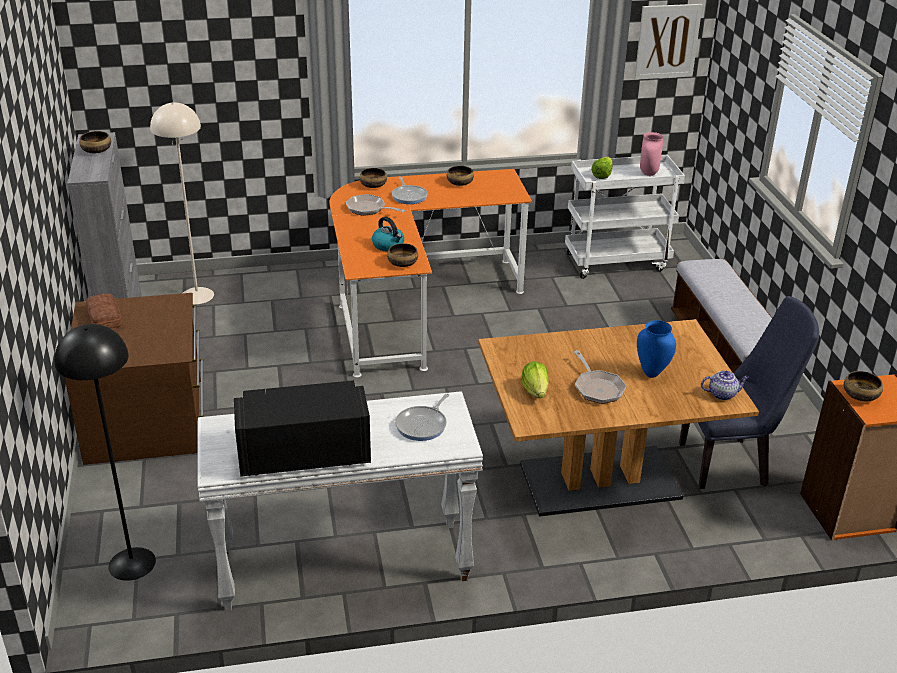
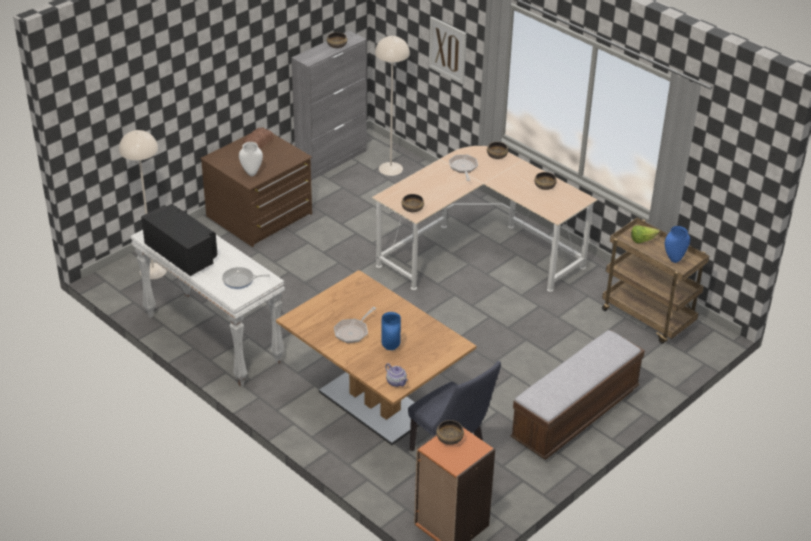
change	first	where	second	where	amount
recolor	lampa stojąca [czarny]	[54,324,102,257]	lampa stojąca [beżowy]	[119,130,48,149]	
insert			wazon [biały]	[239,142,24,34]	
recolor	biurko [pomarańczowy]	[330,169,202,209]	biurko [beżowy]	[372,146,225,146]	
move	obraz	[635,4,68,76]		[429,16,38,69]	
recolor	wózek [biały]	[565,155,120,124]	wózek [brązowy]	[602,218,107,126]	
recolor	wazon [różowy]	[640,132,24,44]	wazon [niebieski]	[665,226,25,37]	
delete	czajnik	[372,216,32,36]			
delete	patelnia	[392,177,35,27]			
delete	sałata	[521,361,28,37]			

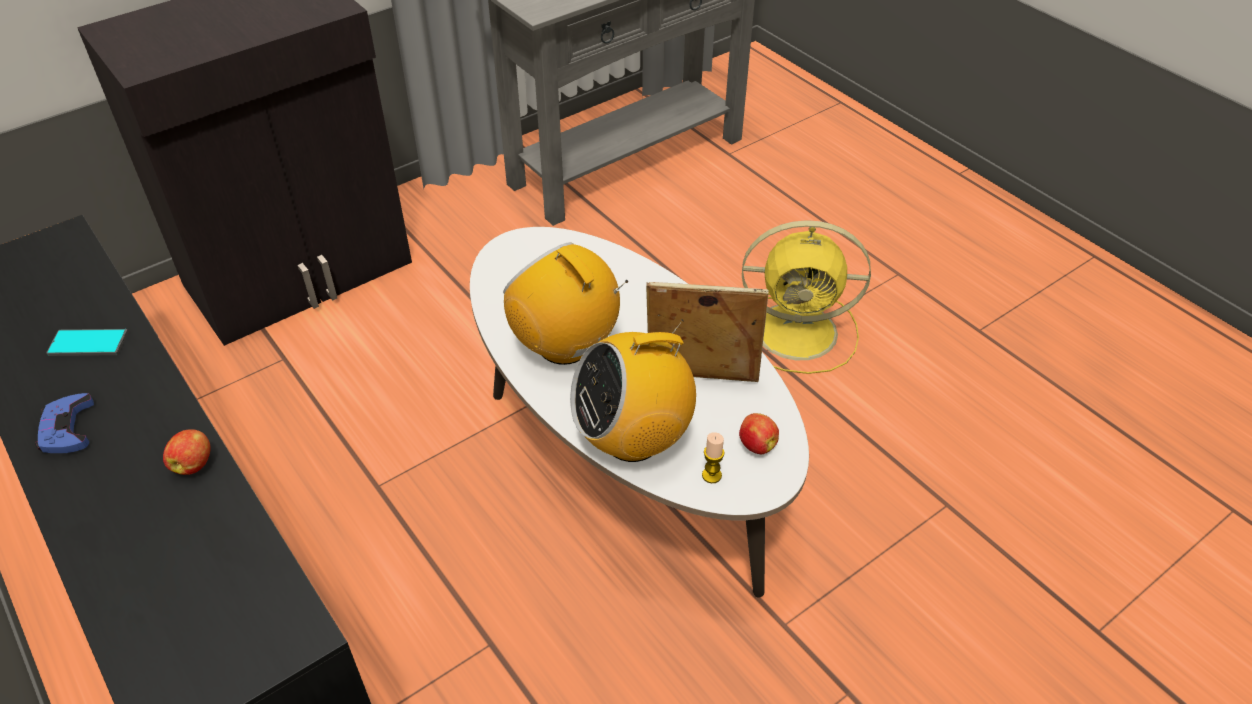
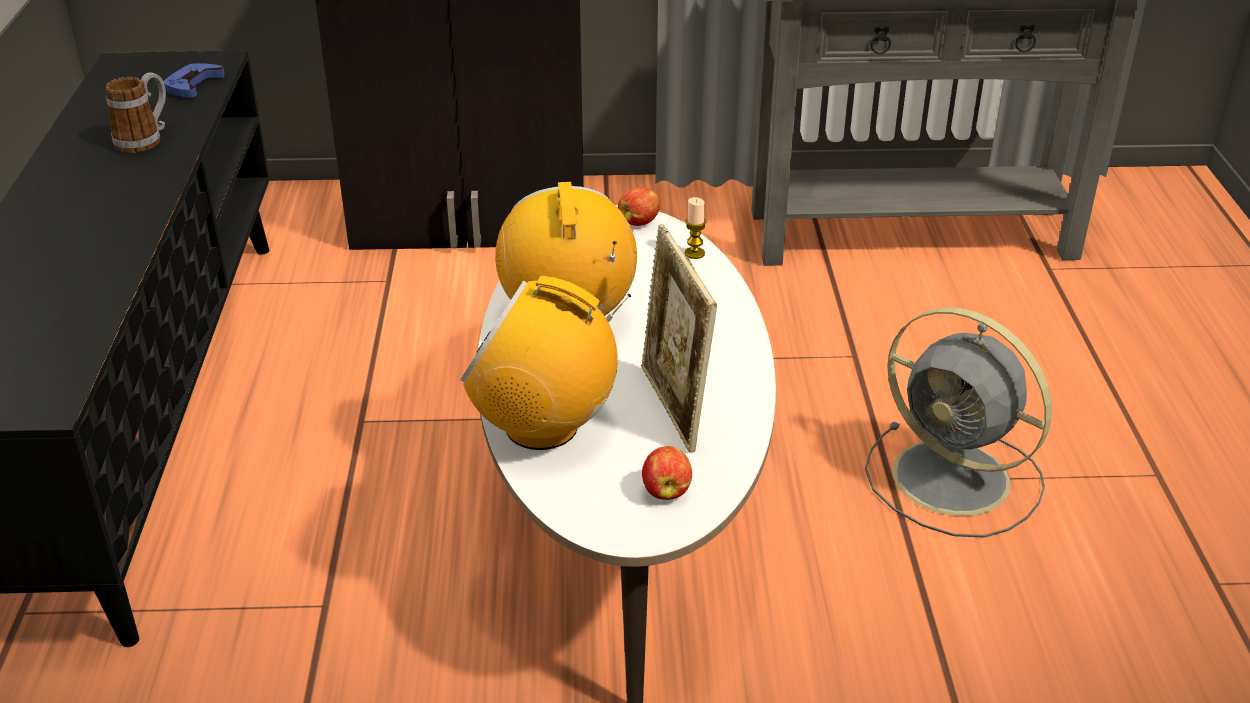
change	first	where	second	where	amount
replace	telefon	[46,329,82,27]	kubek	[105,72,61,81]	
move	pad do gier [niebieski]	[36,393,58,60]		[163,63,62,34]	
move	jabłko	[163,429,48,46]		[618,187,42,39]	
rotate	ramka na zdjęcie	[646,282,123,100]		[641,224,76,229]	150 degrees counterclockwise
move	świeca	[702,432,22,51]		[685,197,21,62]	
recolor	wentylator [żółty]	[742,220,129,154]	wentylator [szary]	[865,307,187,231]	

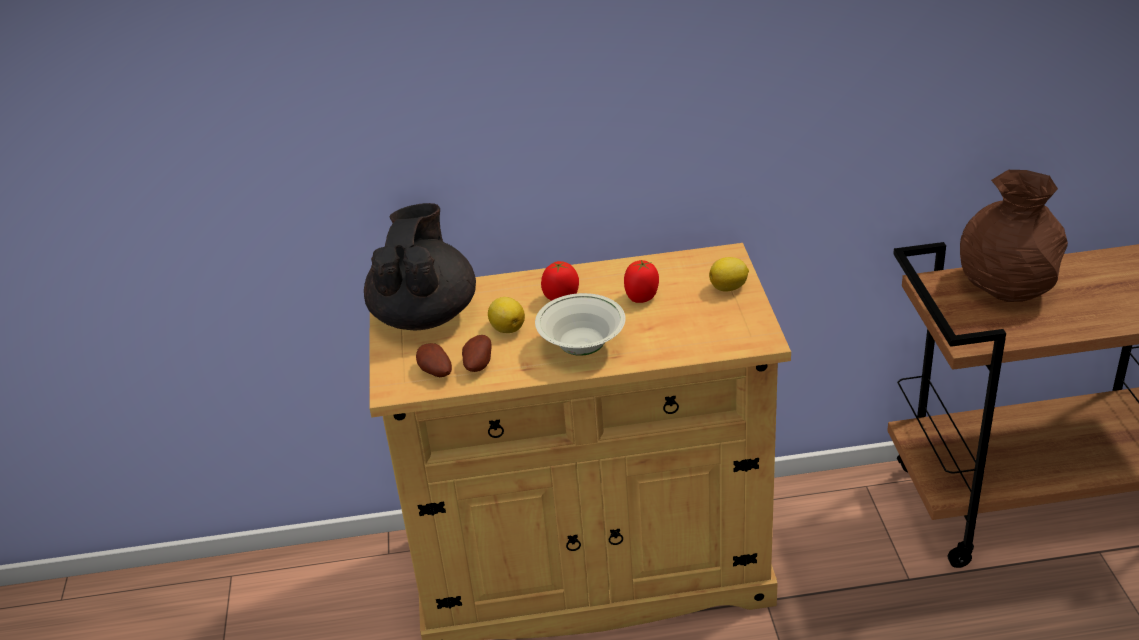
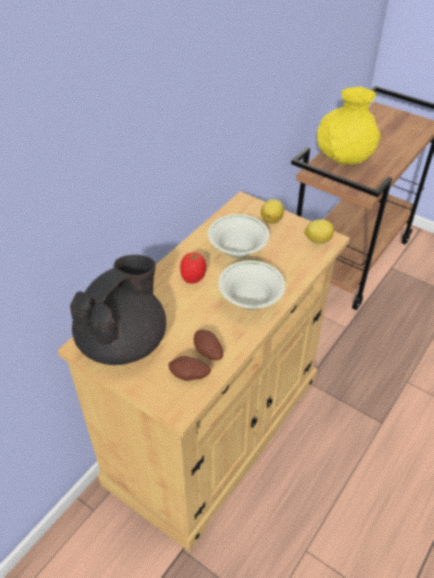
change	first	where	second	where	amount
rotate	imbryk [czarny]	[364,203,112,127]		[70,255,96,110]	75 degrees clockwise
replace	pomidor	[624,260,35,43]	miska [biały]	[208,214,62,44]	
move	cytryna	[488,297,37,36]		[304,219,30,25]	
recolor	wazon [brązowy]	[960,170,108,132]	wazon [żółty]	[317,87,64,78]	

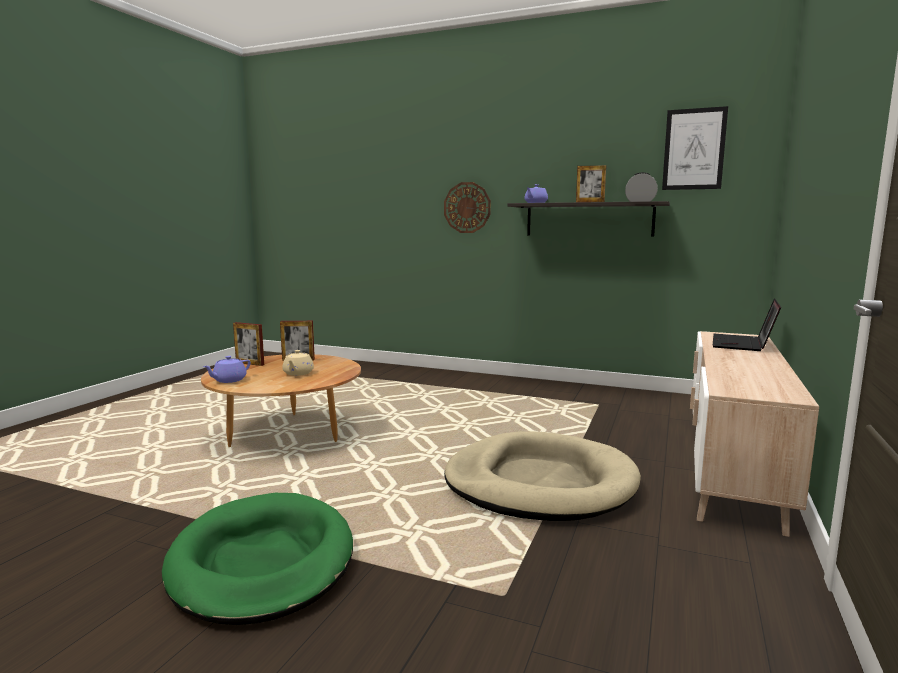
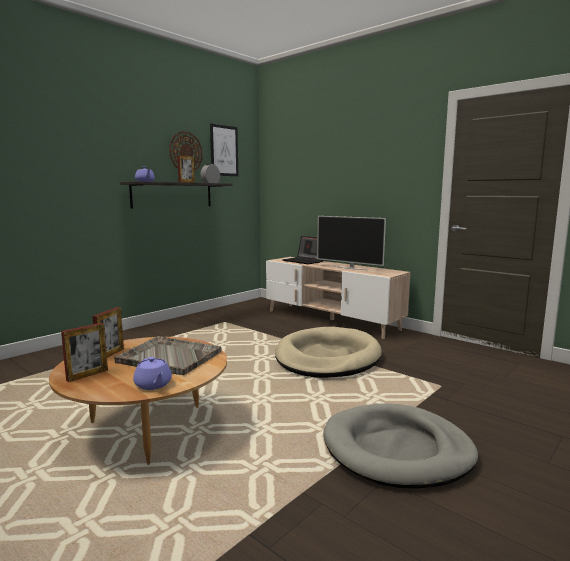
change	first	where	second	where	amount
replace	imbryk [beżowy]	[282,350,32,26]	taca [szary]	[114,336,107,39]	
move	zegar ścienny	[444,182,47,51]		[169,131,34,40]	
insert			telewizor	[317,216,69,54]	
recolor	legowisko [zielony]	[162,493,191,132]	legowisko [szary]	[323,403,155,86]	

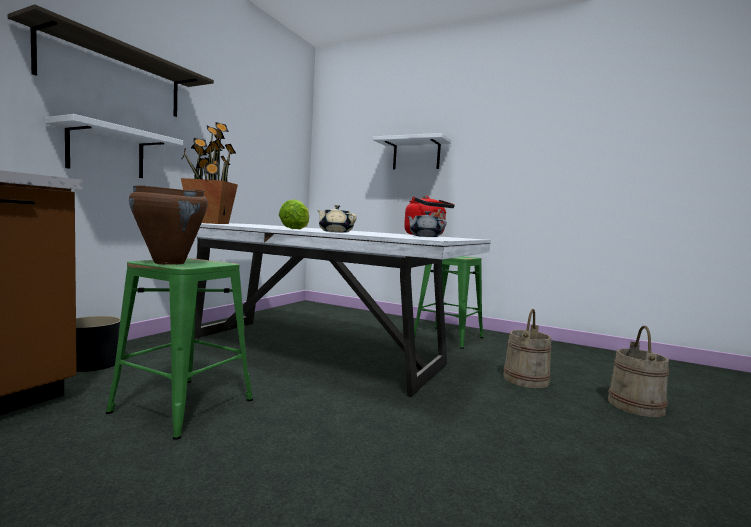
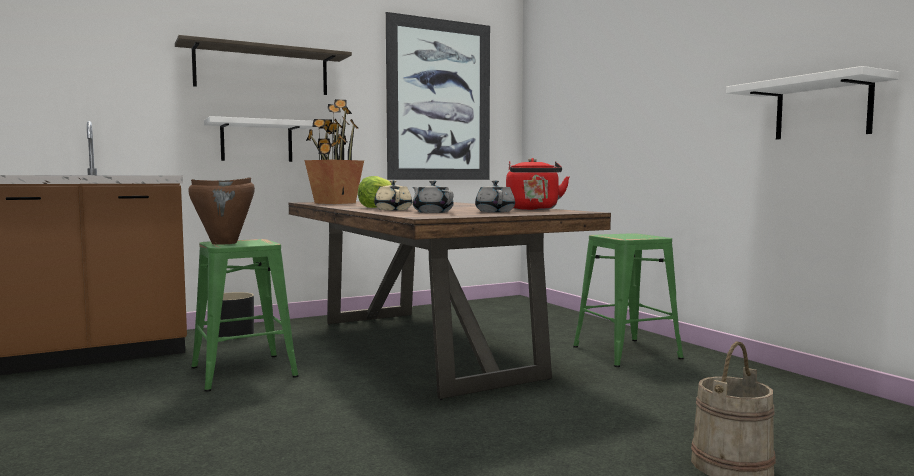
change	first	where	second	where	amount
recolor	stół jadalny [biały]	[194,223,297,174]	stół jadalny [brązowy]	[288,200,323,200]	
insert			obraz	[386,12,104,168]	
insert			imbryk [szary]	[412,180,42,33]	
move	półka [biały]	[373,133,78,36]		[726,66,173,74]	
delete	wiadro [beżowy]	[503,309,49,79]			

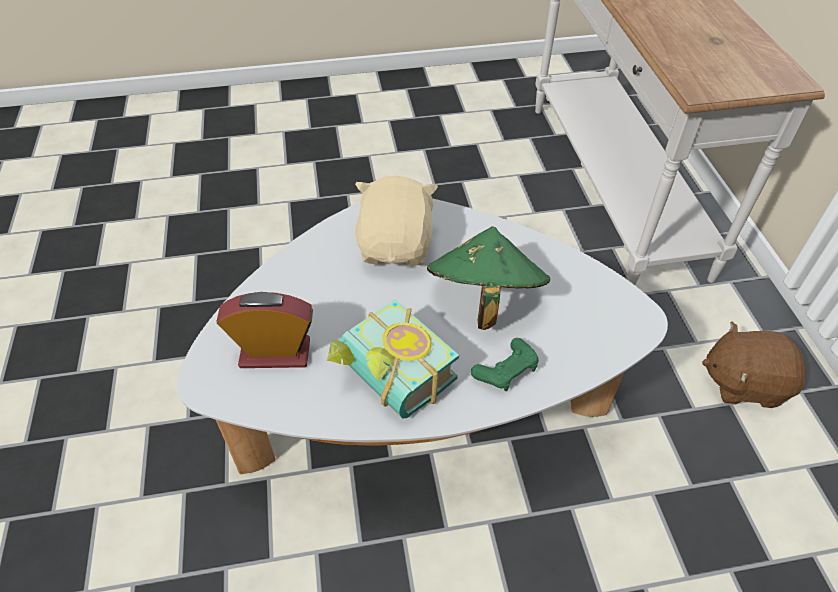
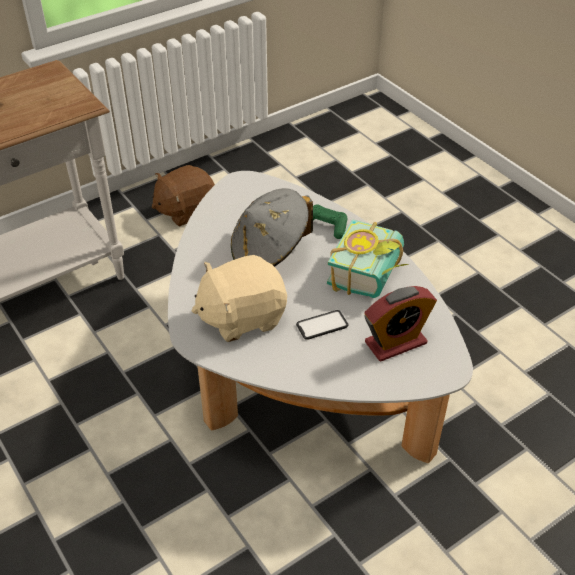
change	first	where	second	where	amount
rotate	pluszak [brązowy]	[702,322,104,86]		[152,165,63,61]	75 degrees clockwise
recolor	kapelusz [zielony]	[427,226,123,104]	kapelusz [szary]	[231,188,82,79]	
insert			telefon	[296,310,53,29]	
rotate	budzik	[216,292,97,76]		[364,286,73,75]	90 degrees counterclockwise

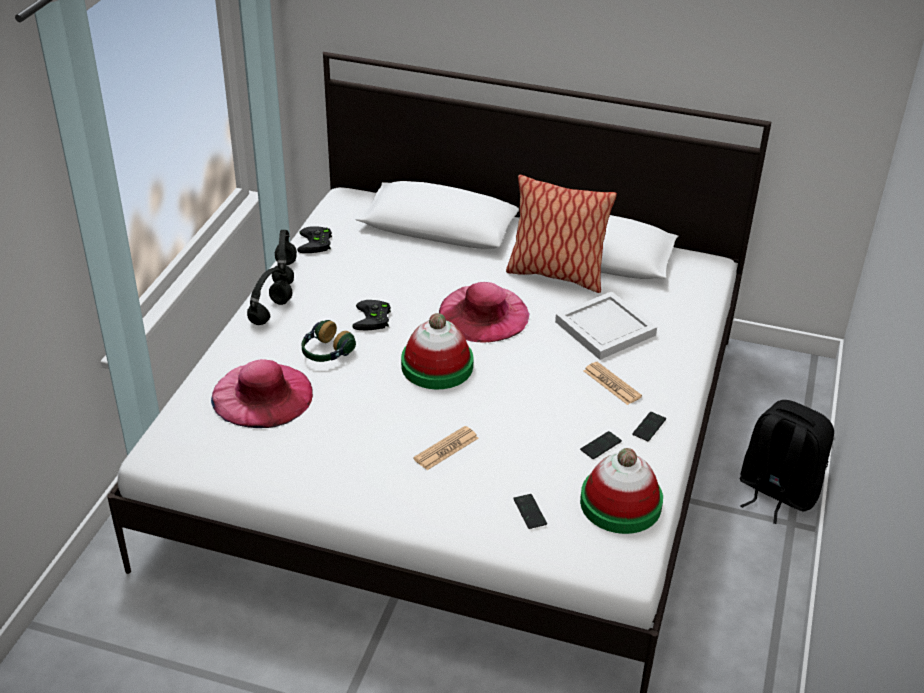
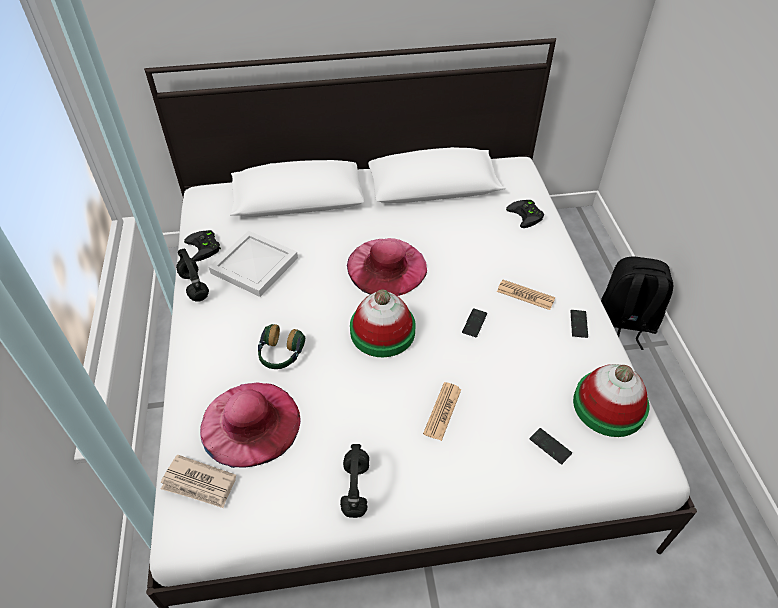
change	first	where	second	where	amount
insert			gazeta	[161,454,75,54]	
move	taca [biały]	[555,291,102,69]		[209,231,89,66]	
move	słuchawki [czarny]	[247,268,45,57]		[340,444,29,74]	
move	telefon	[580,431,42,28]		[462,308,25,29]	
move	pad do gier [czarny]	[352,300,39,30]		[506,200,38,28]	
delete	poduszka	[506,175,111,118]			

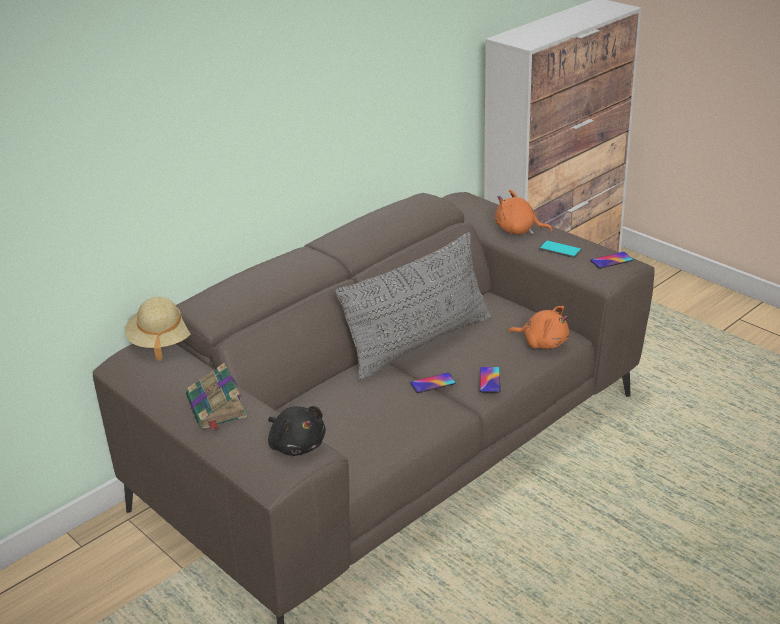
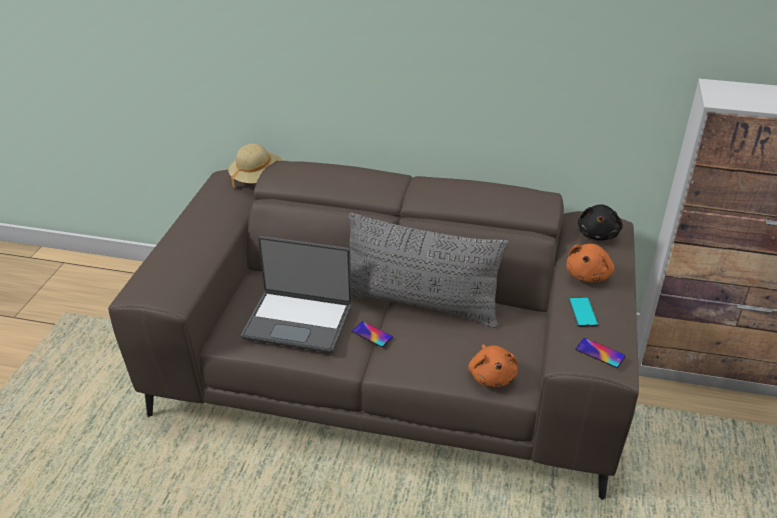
change	first	where	second	where	amount
insert			laptop	[241,236,111,117]	
rotate	pluszak [pomarańczowy]	[495,190,58,45]		[566,244,48,38]	135 degrees counterclockwise
move	pluszak [czarny]	[268,406,58,50]		[578,204,45,36]	
delete	książka	[186,363,61,68]			
delete	telefon	[480,367,20,26]			

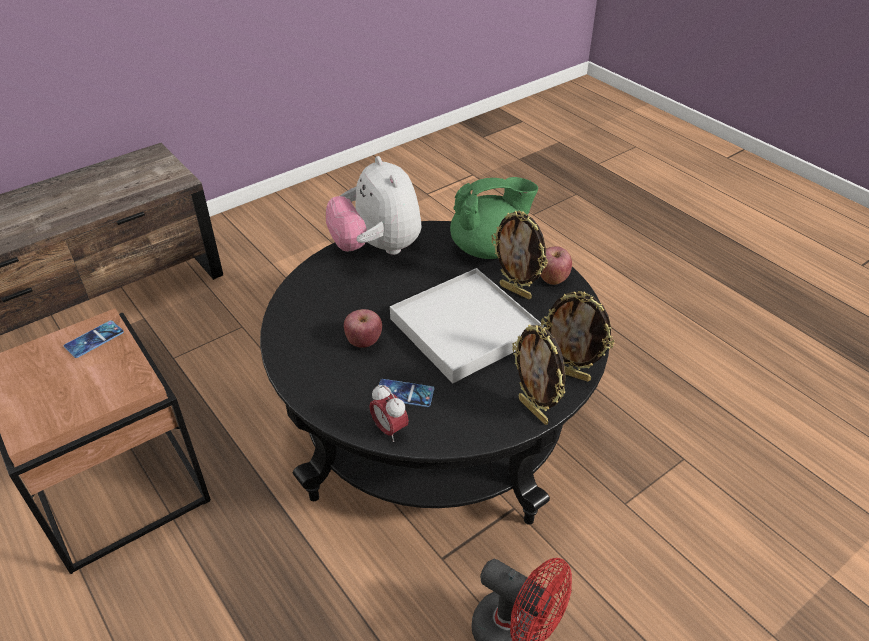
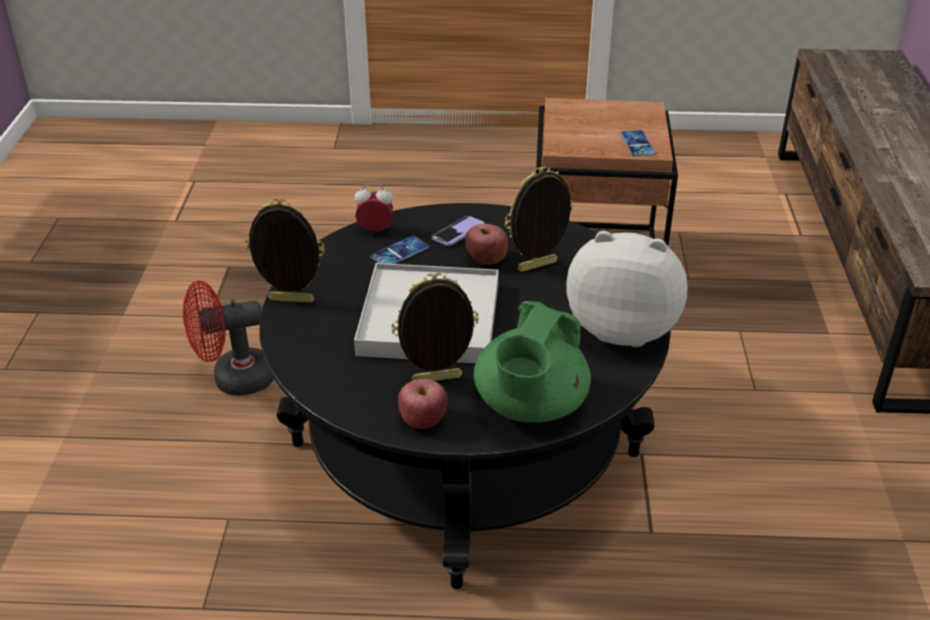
change	first	where	second	where	amount
insert			telefon	[432,216,53,30]	
move	ramka na zdjęcie	[541,291,73,91]		[505,166,68,106]	

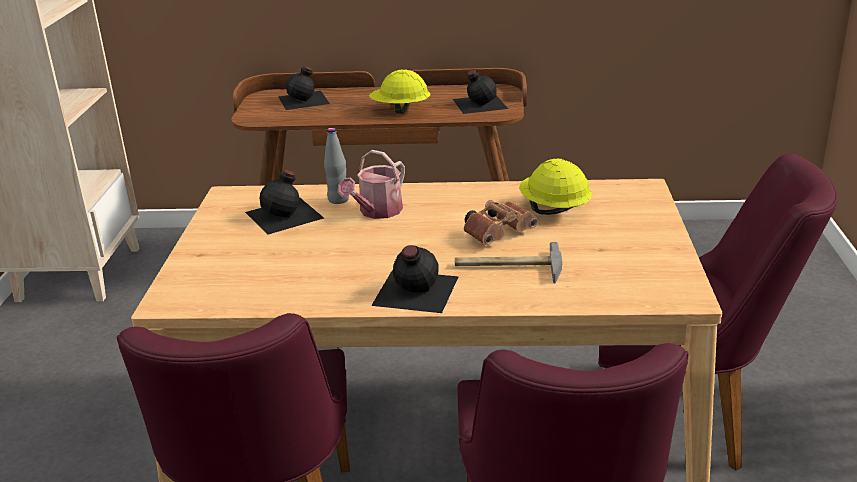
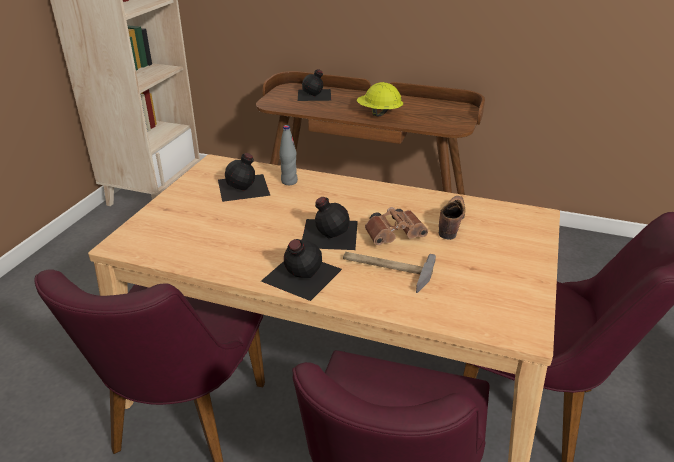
change	first	where	second	where	amount
move	butelka [czarny]	[453,70,55,44]		[302,197,56,53]	
replace	kask [żółty]	[519,159,73,56]	but	[439,196,27,44]	
delete	konewka	[338,150,67,69]			

